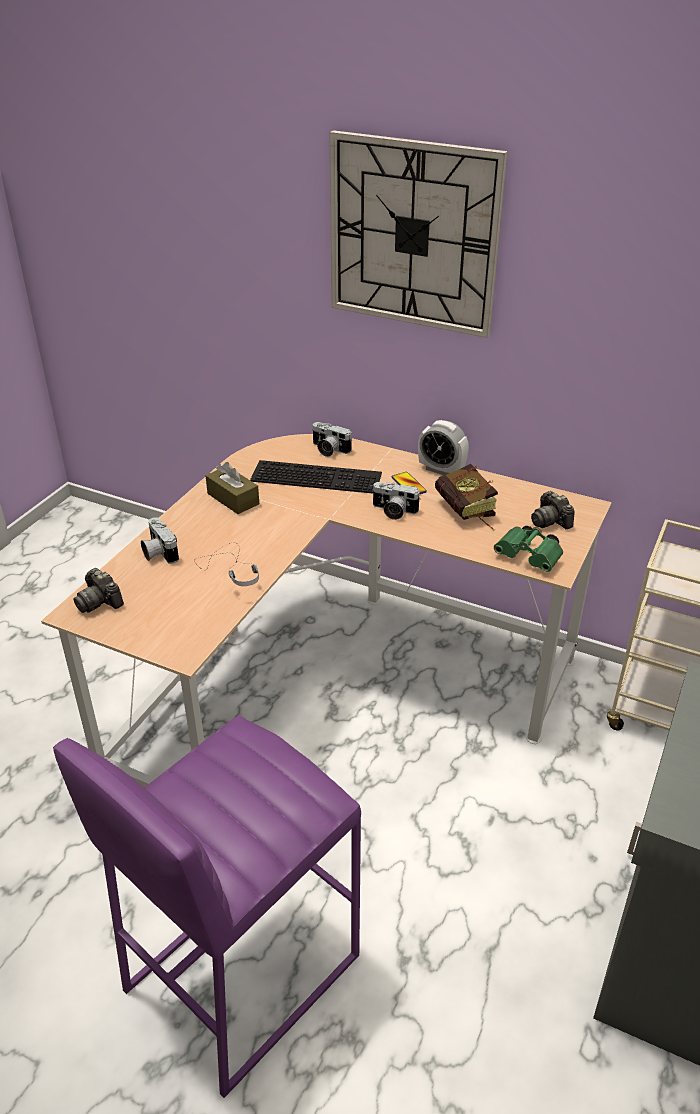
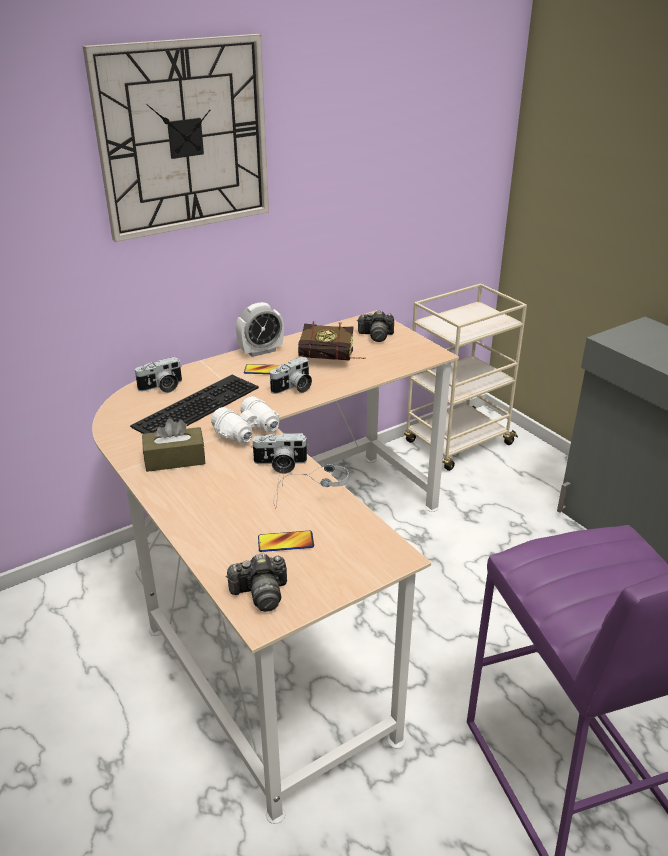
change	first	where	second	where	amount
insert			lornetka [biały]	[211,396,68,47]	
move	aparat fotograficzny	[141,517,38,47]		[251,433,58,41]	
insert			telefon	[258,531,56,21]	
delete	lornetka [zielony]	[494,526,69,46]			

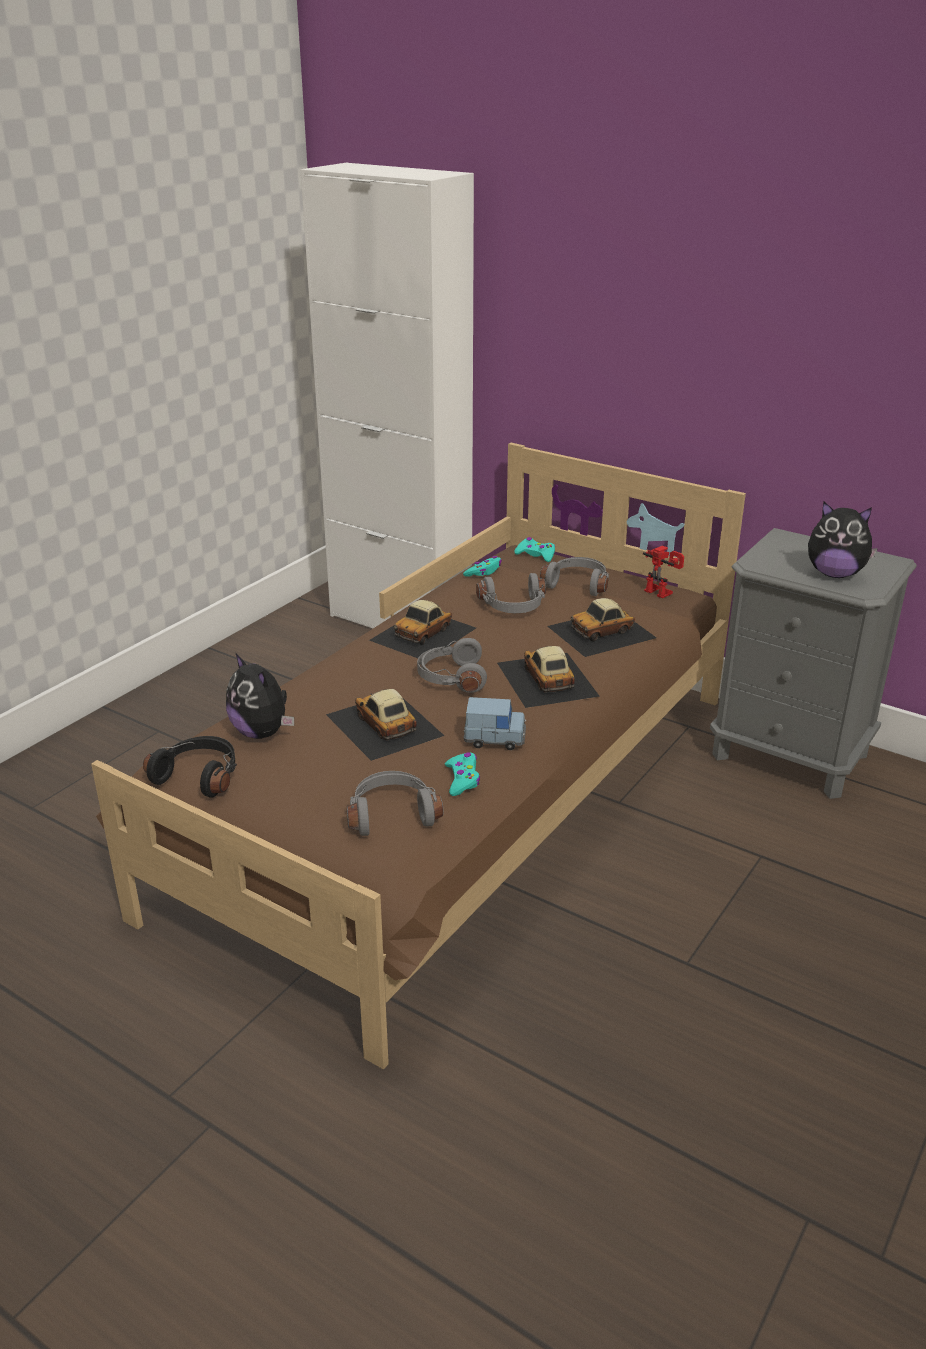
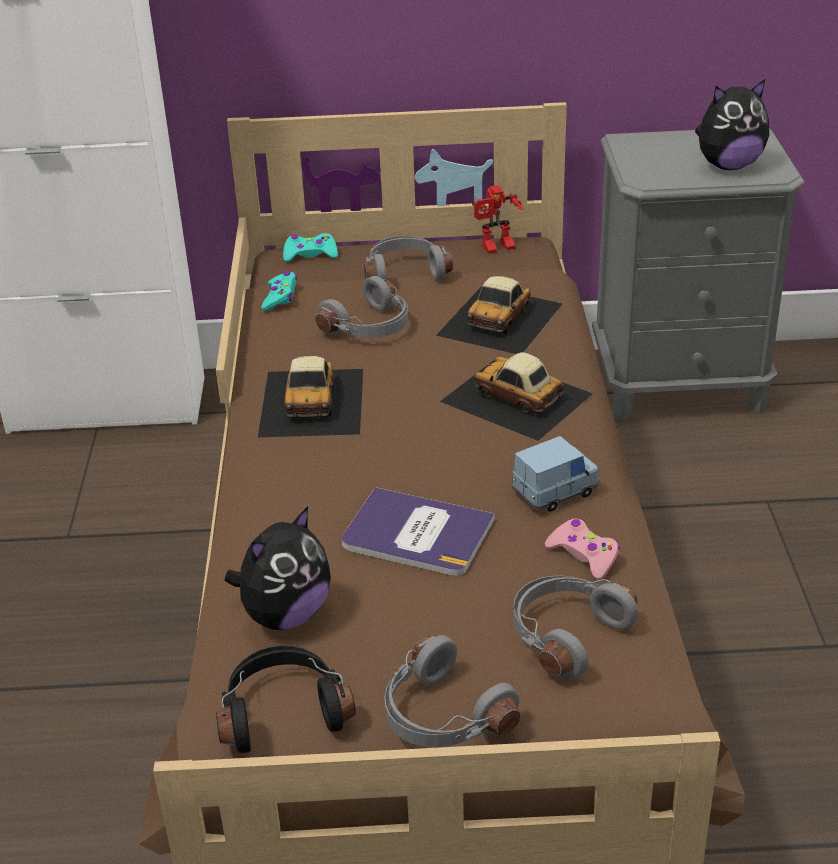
change	first	where	second	where	amount
rotate	pluszak	[226,654,68,85]		[225,506,106,124]	60 degrees counterclockwise
replace	samochodzik	[326,689,118,72]	książka	[342,487,153,89]	
move	słuchawki [szary]	[417,638,70,55]		[384,635,137,112]	
rotate	robot zabawkowy	[643,546,41,52]		[472,185,52,69]	150 degrees clockwise
recolor	pad do gier [turkusowy]	[445,752,35,44]	pad do gier [różowy]	[545,518,75,62]	

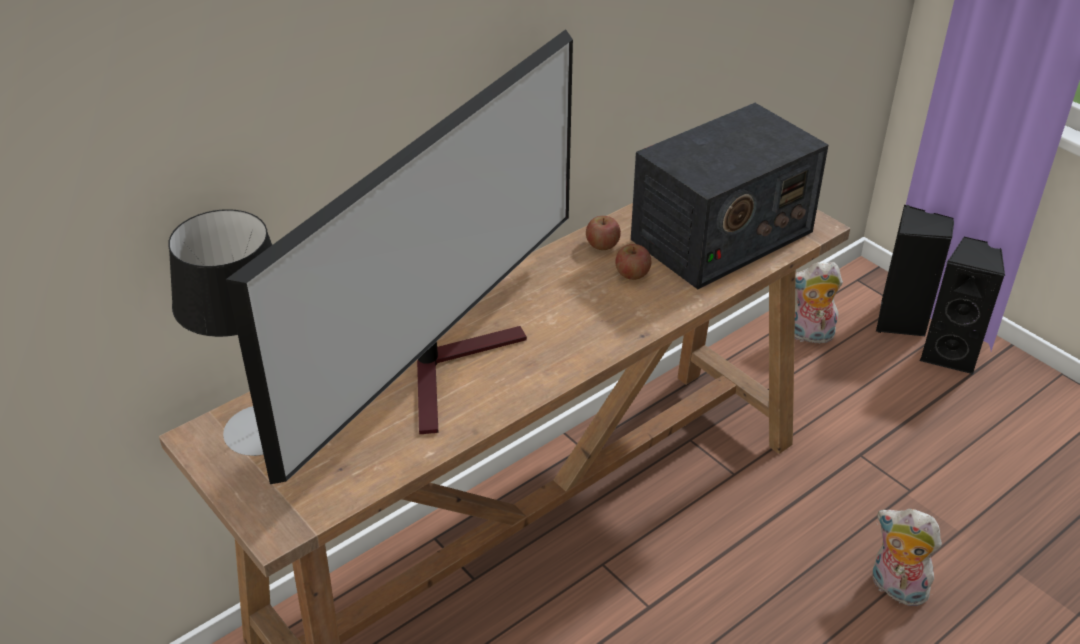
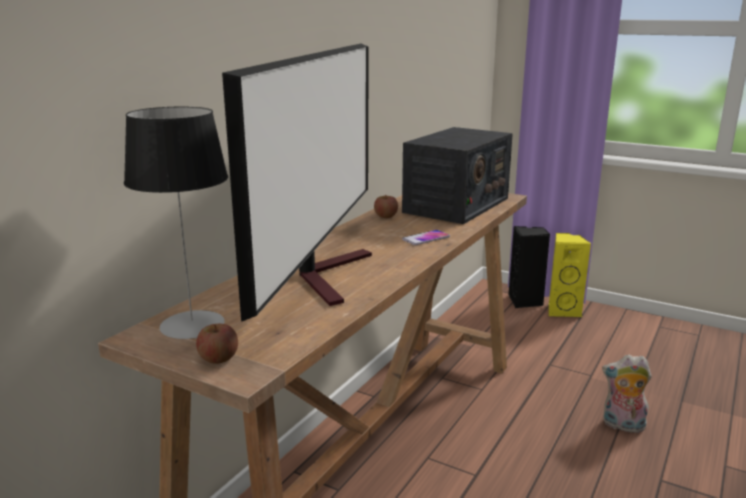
change	first	where	second	where	amount
move	jabłko	[615,244,36,36]		[196,324,42,40]	
insert			telefon	[402,230,48,15]	
recolor	głośnik [czarny]	[919,236,86,138]	głośnik [żółty]	[549,233,42,84]	
delete	pluszak	[795,262,48,82]			

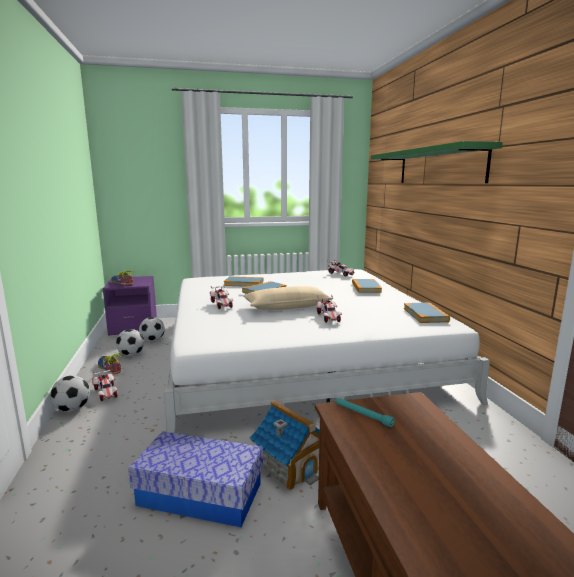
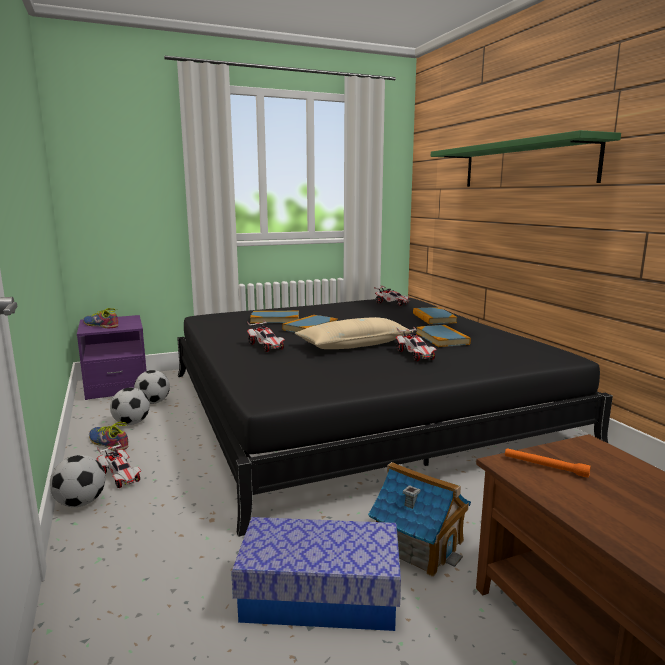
change	first	where	second	where	amount
recolor	łóżko [biały]	[164,269,326,164]	łóżko [czarny]	[177,298,436,239]	
move	książka	[404,303,46,20]		[416,325,55,22]	
recolor	latarka [turkusowy]	[336,398,59,29]	latarka [pomarańczowy]	[505,448,86,30]	

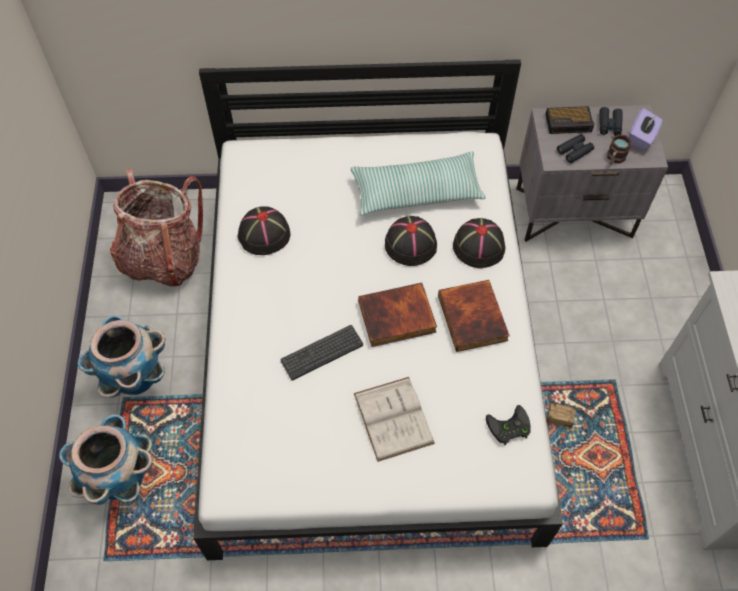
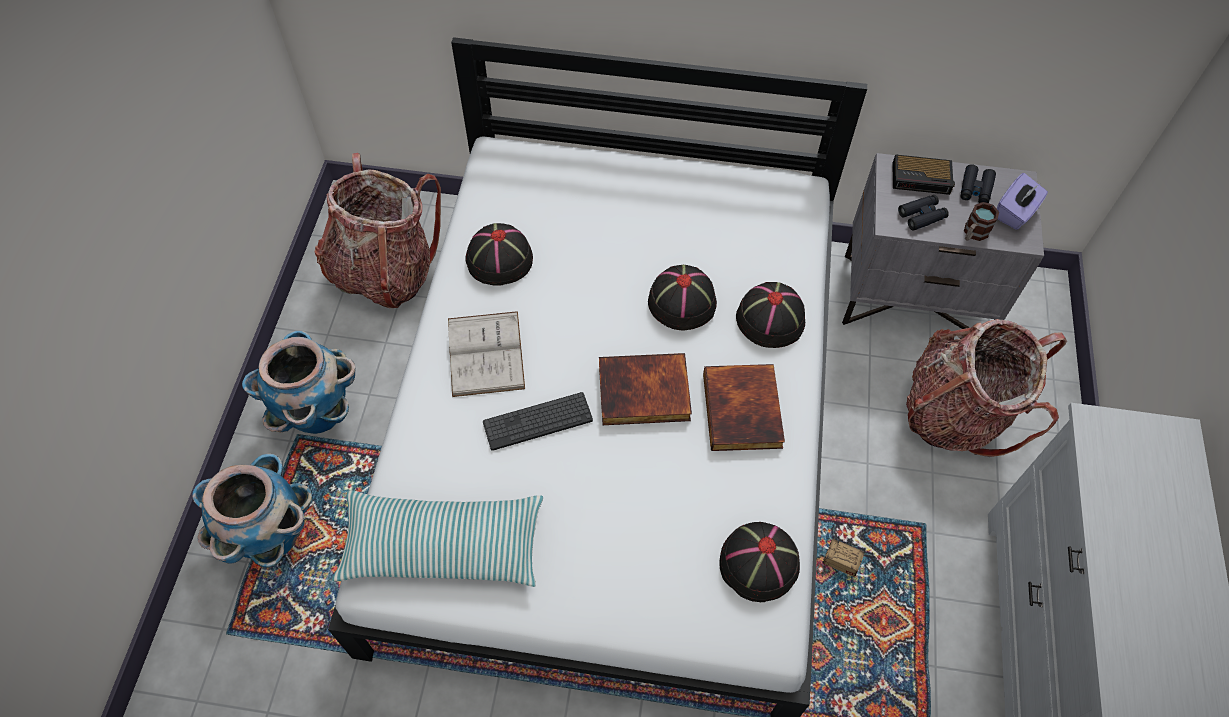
change	first	where	second	where	amount
move	poduszka	[351,152,135,63]		[332,490,211,97]	
move	książka [biały]	[354,377,81,85]		[448,311,77,86]	
replace	pad do gier [czarny]	[486,405,45,40]	kapelusz [czarny]	[719,522,81,80]	
insert			plecak	[906,319,161,138]	

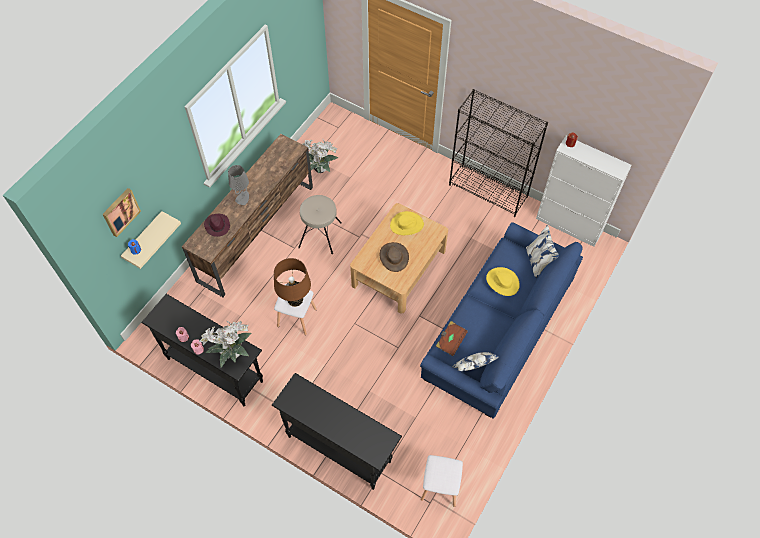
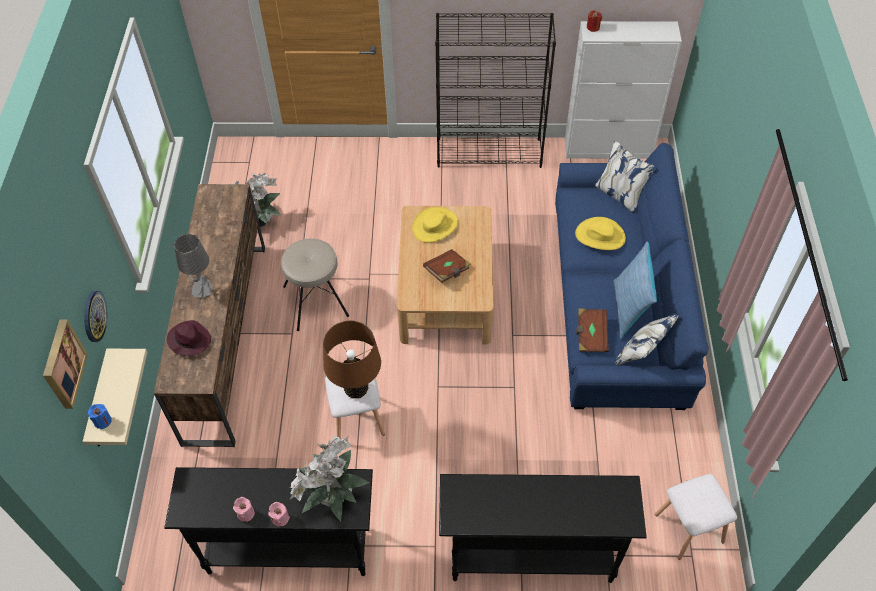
change	first	where	second	where	amount
insert			zegar ścienny	[84,291,23,51]	
replace	kapelusz [brązowy]	[380,242,29,30]	książka [brązowy]	[423,249,48,34]	
insert			poduszka	[614,242,43,97]	

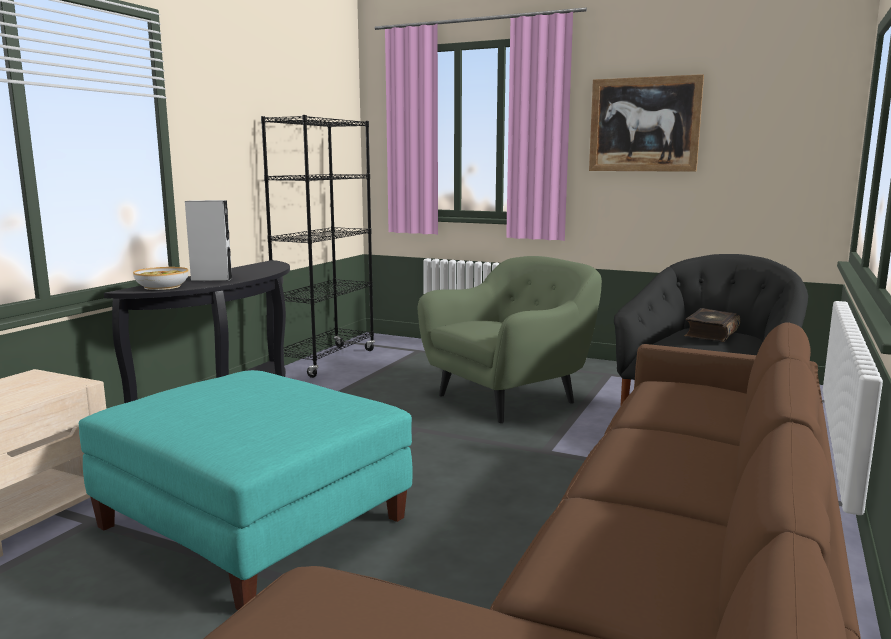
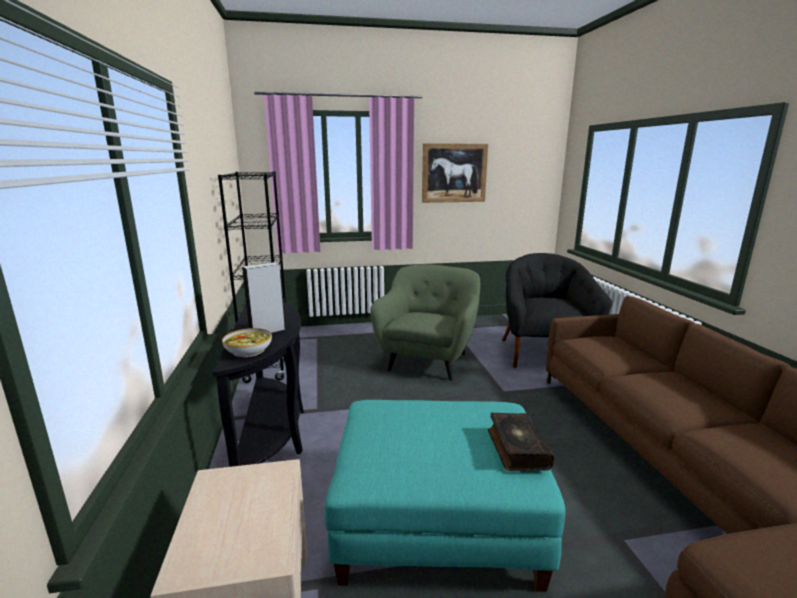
change	first	where	second	where	amount
move	książka	[684,308,56,34]		[488,413,66,58]	

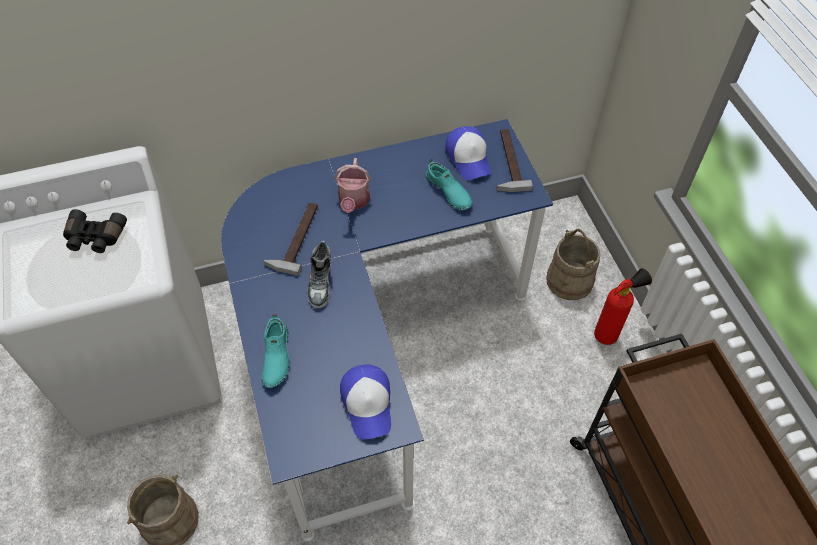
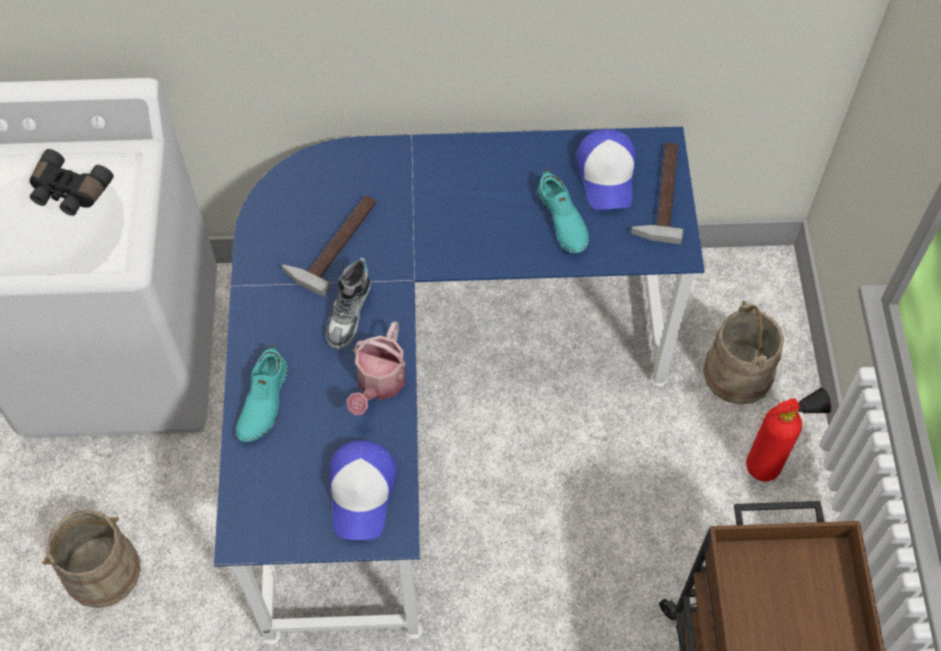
change	first	where	second	where	amount
move	konewka	[335,158,36,55]		[346,321,60,94]	

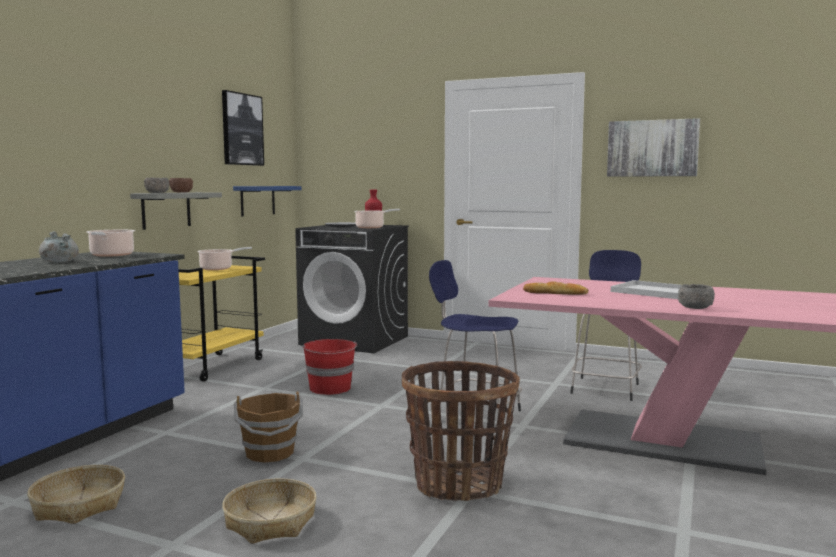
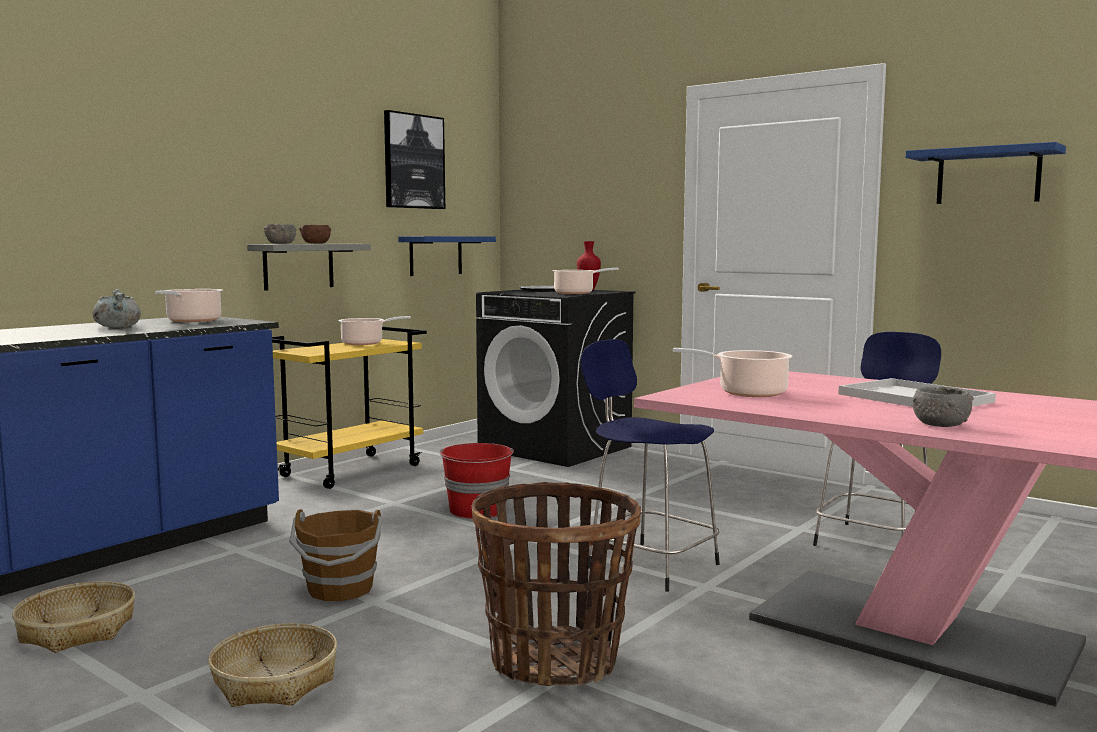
change	first	where	second	where	amount
replace	chleb	[523,281,65,14]	garnek	[673,348,120,49]	
replace	obraz	[607,118,93,59]	półka [niebieski]	[905,142,161,62]	

